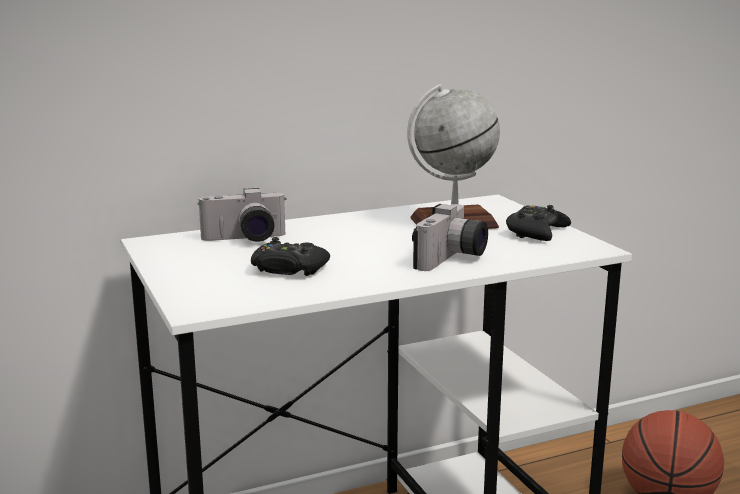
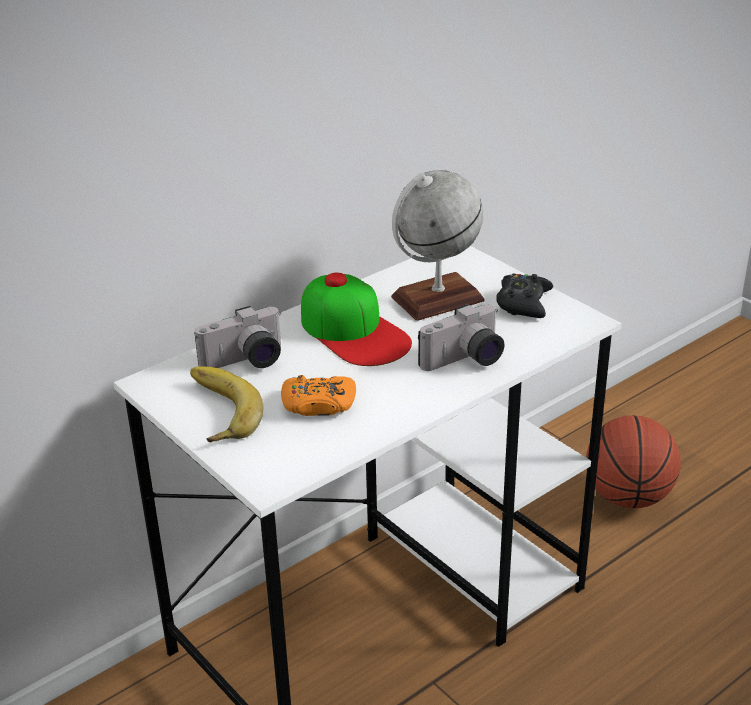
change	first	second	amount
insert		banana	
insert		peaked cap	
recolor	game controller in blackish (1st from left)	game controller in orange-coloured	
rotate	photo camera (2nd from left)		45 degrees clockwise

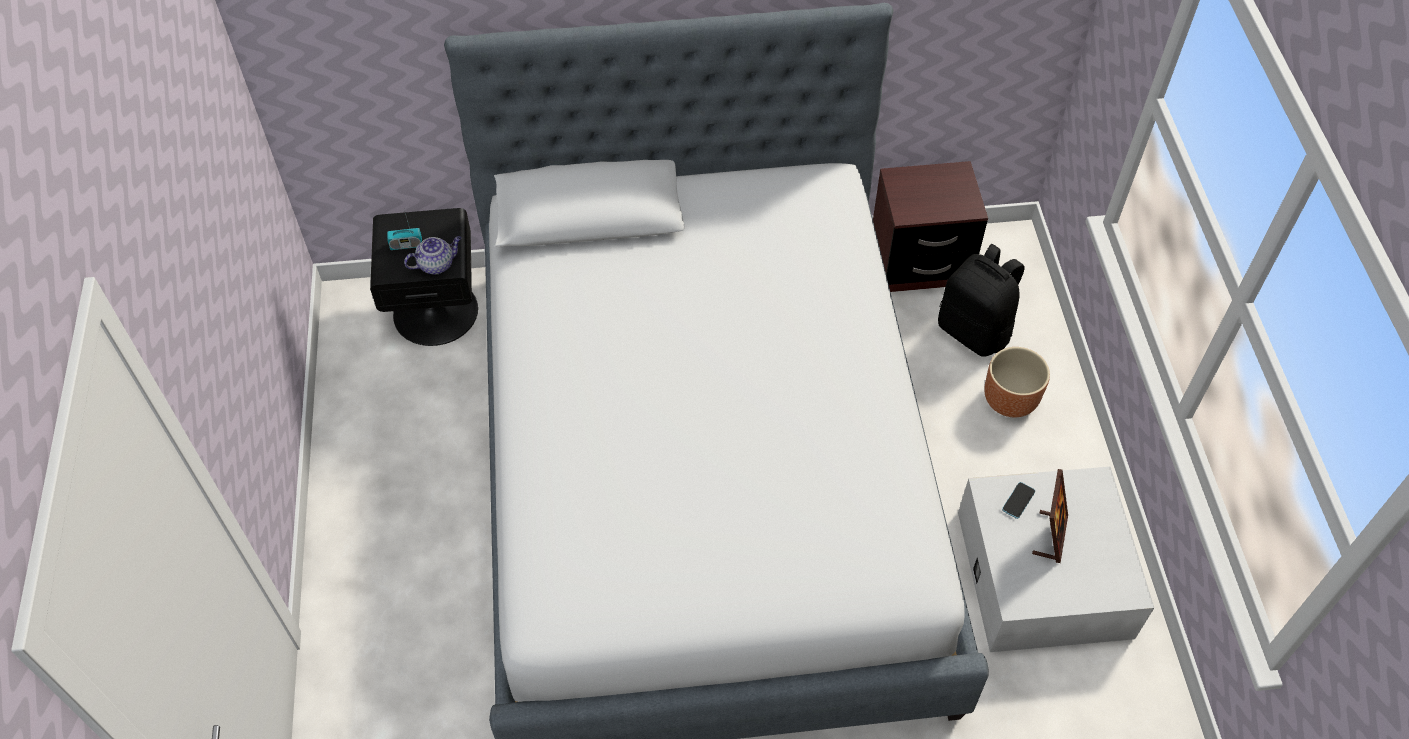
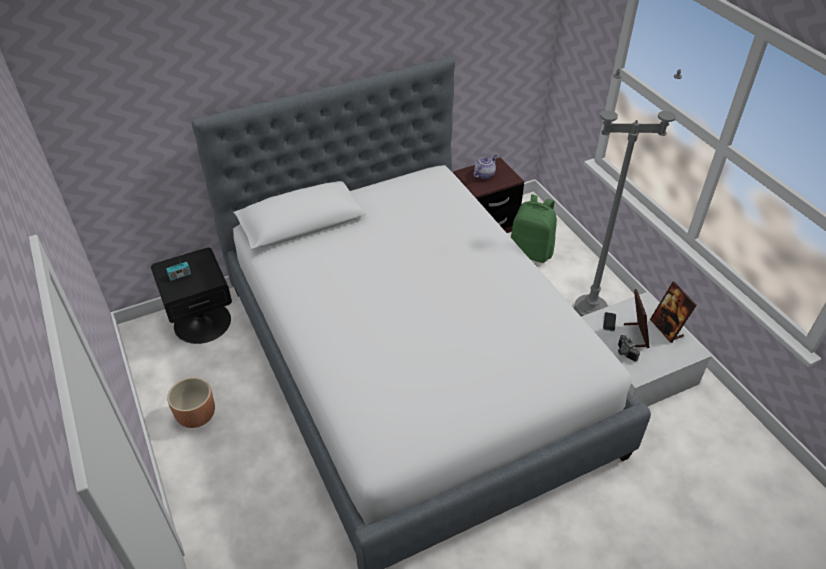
change	first	second	amount
insert		standing lamp in greyish	
insert		photo camera	
insert		standing frame (2nd from left)	
move	teapot		
move	plant pot in brownish		
recolor	backpack in blackish	backpack in green	

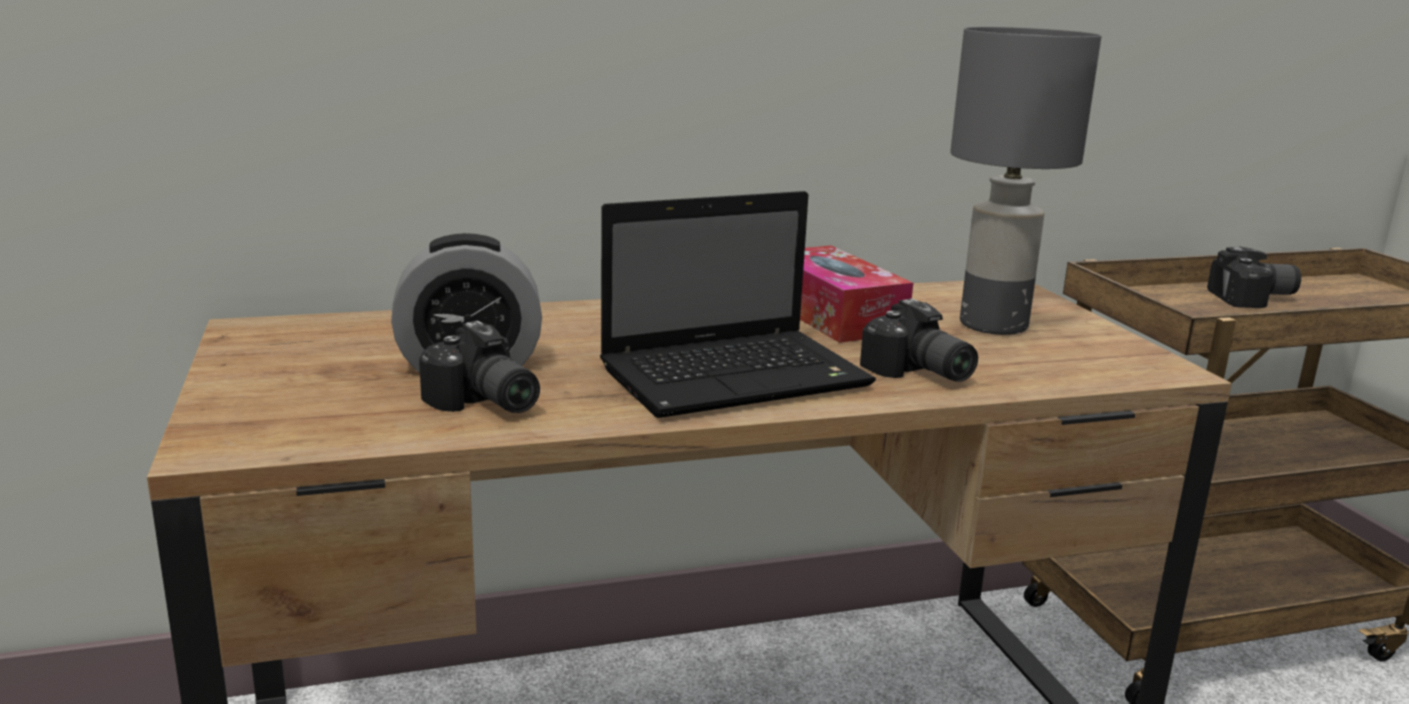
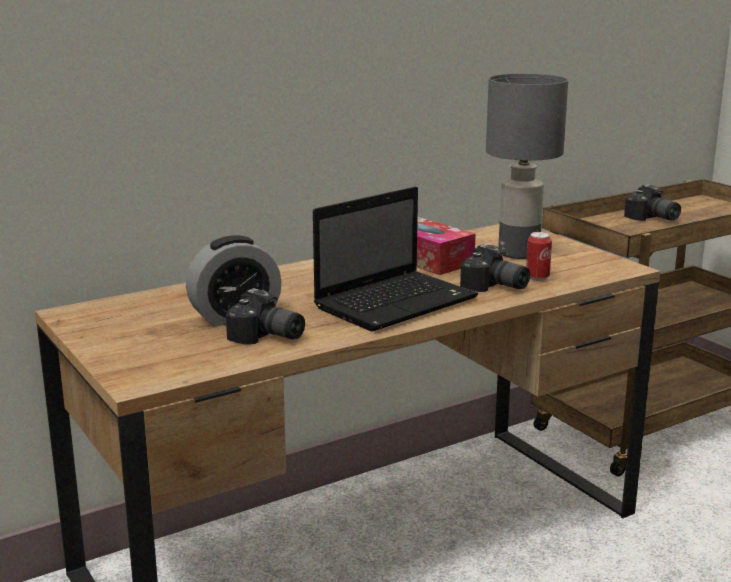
change	first	second	amount
insert		sealed can	
rotate	photo camera (3rd from left)		75 degrees clockwise

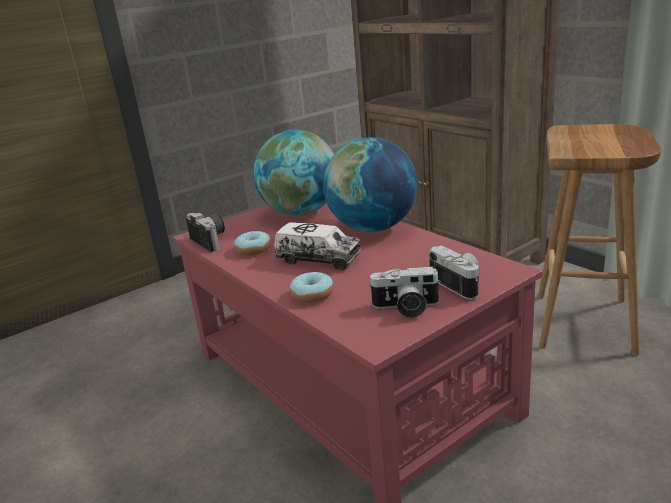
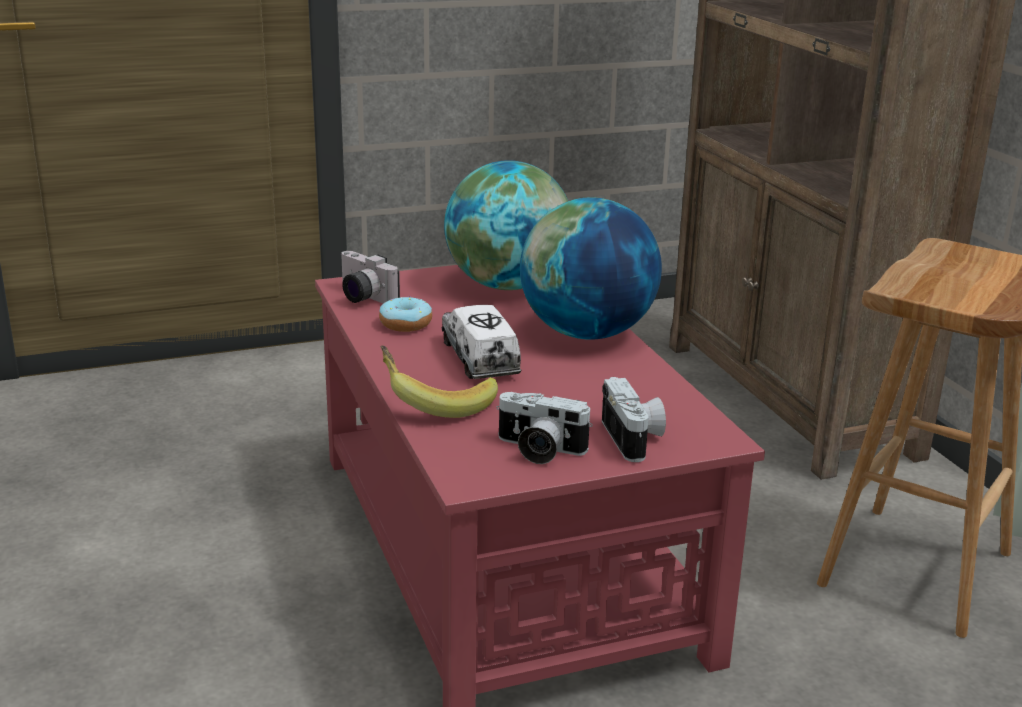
change	first	second	amount
replace	ring doughnut (2nd from left)	banana	
rotate	photo camera (1st from left)		150 degrees clockwise
rotate	toy lorry		150 degrees counterclockwise

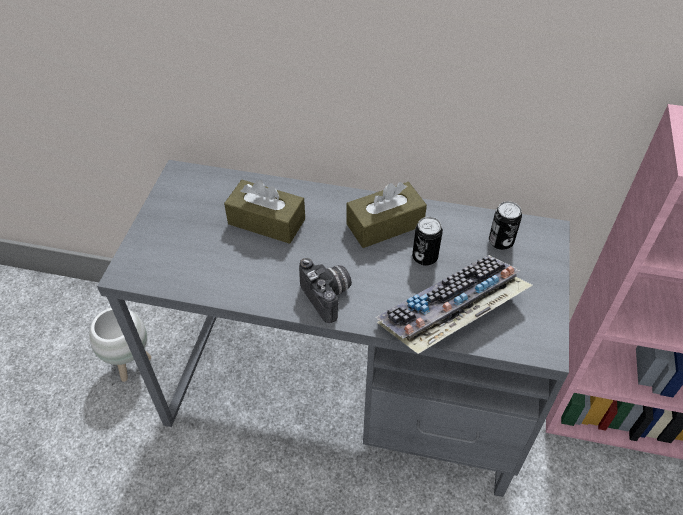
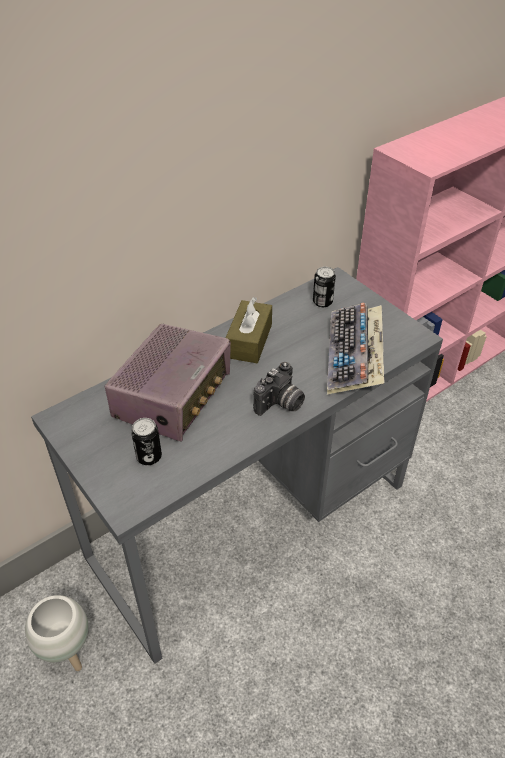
change	first	second	amount
move	sealed can (1st from left)		
replace	tissue box in brownish (1st from left)	radio set	
rotate	photo camera		120 degrees clockwise

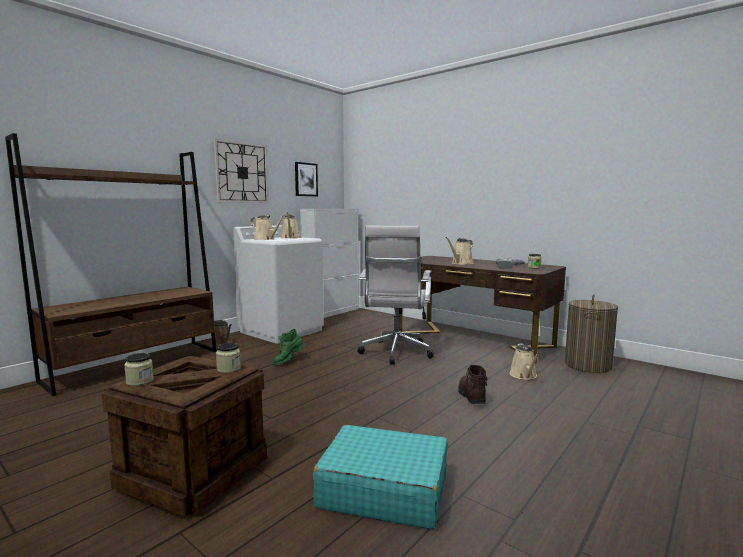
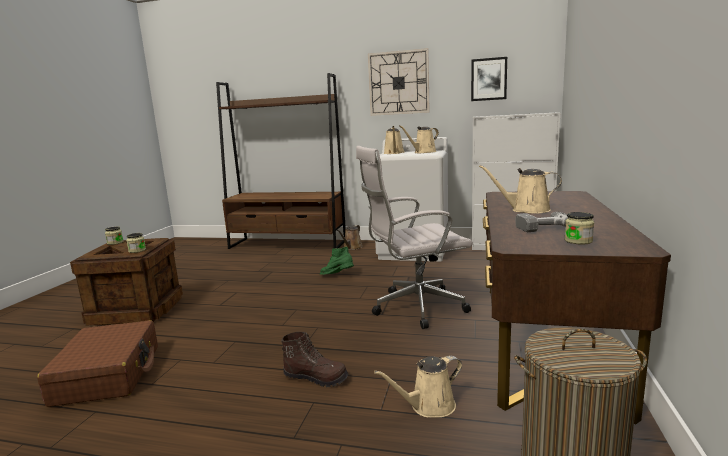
change	first	second	amount
recolor	travel case in turquoise-coloured	travel case in brownish	
rotate	tall boot in brownish		45 degrees clockwise

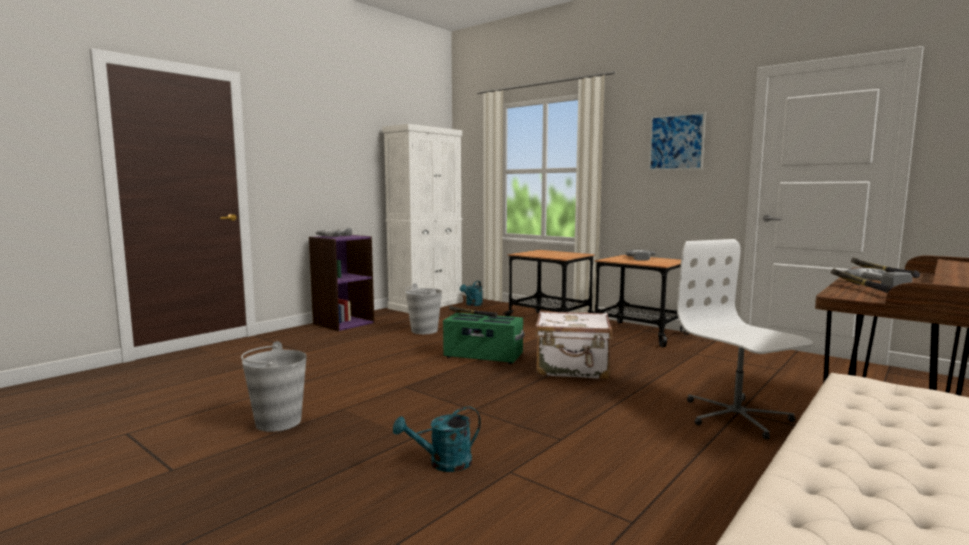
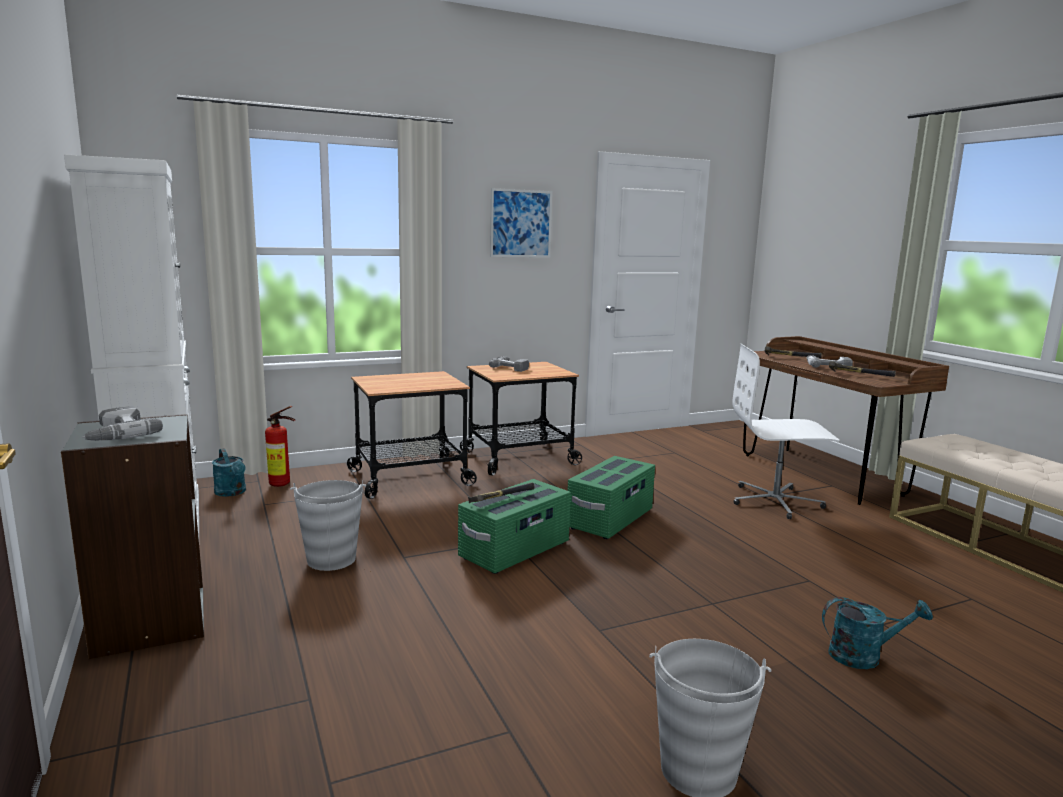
change	first	second	amount
insert		fire-fighting cylinder	
replace	travel case in white	storage box in green (2nd from left)	
recolor	bookcase in purplish	bookcase in greyish	
rotate	watering pot in turquoise-coloured (1st from left in the first image)	watering pot in turquoise-coloured (2nd from left)	90 degrees counterclockwise

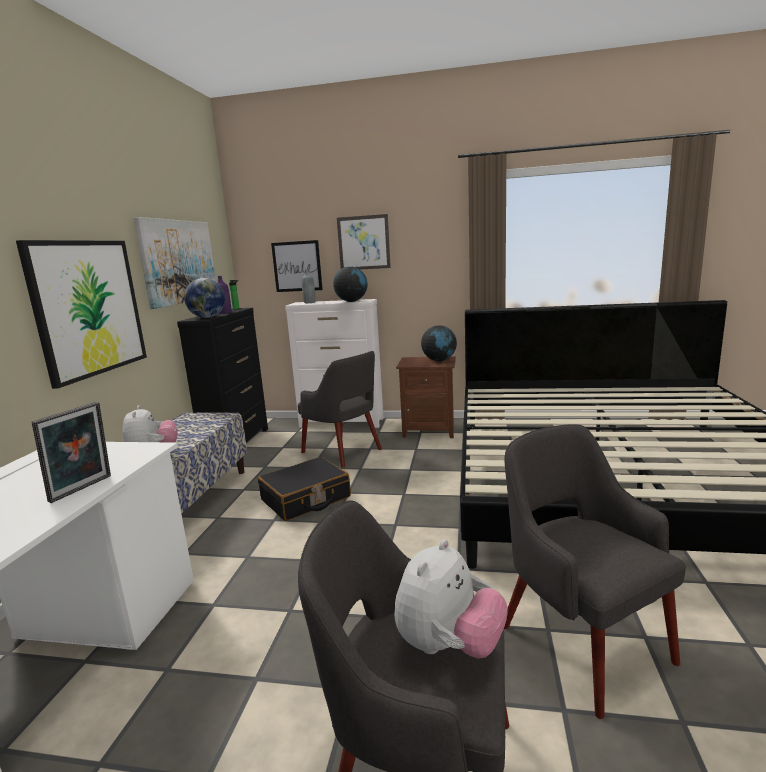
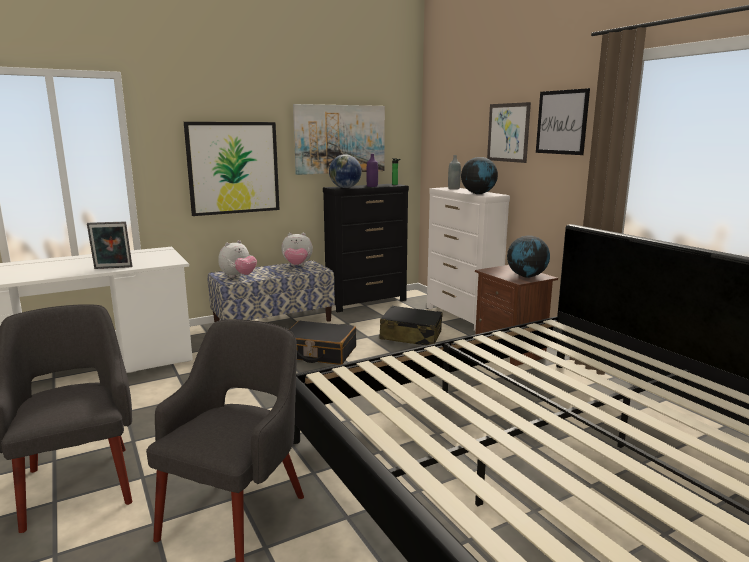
change	first	second	amount
move	picture (3rd from left in the first image)	picture (4th from left)	
move	plush toy (2nd from left)		
replace	lounge chair in greyish (1st from left)	travel case in blackish (2nd from left)	

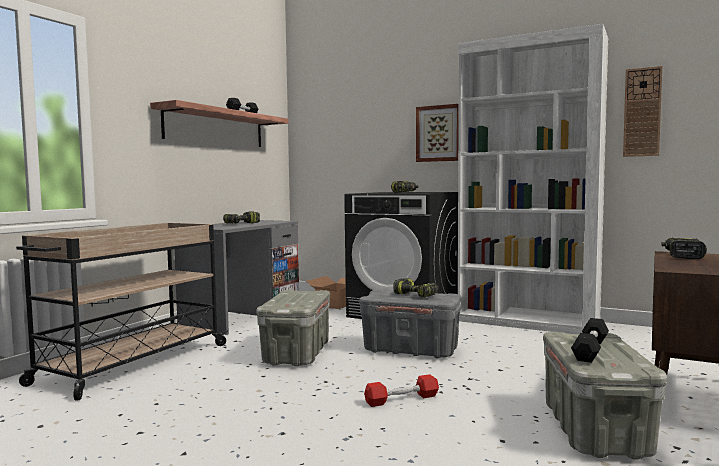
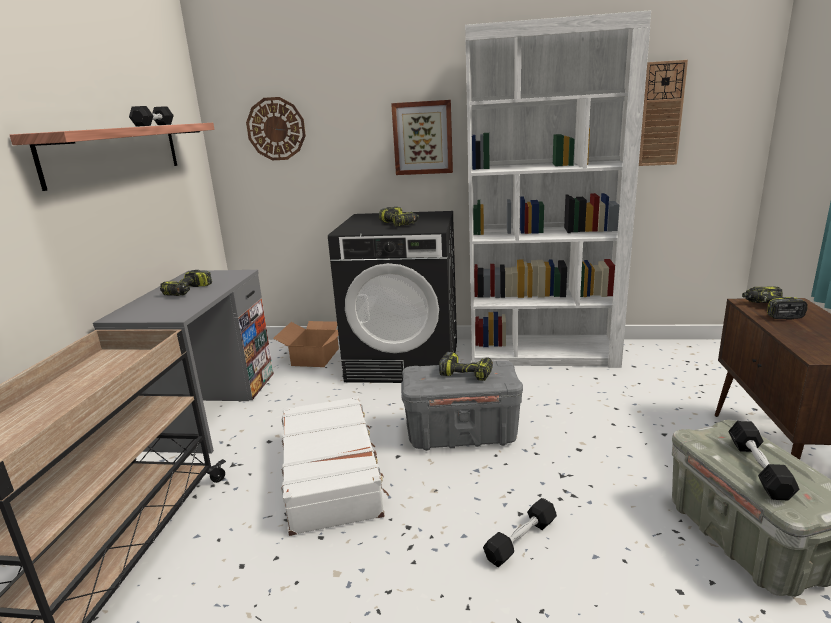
change	first	second	amount
insert		wall clock (1st from left)	
replace	storage box in greyish (1st from left)	travel case in white	
recolor	free weight in reddish	free weight in blackish (2nd from left)	

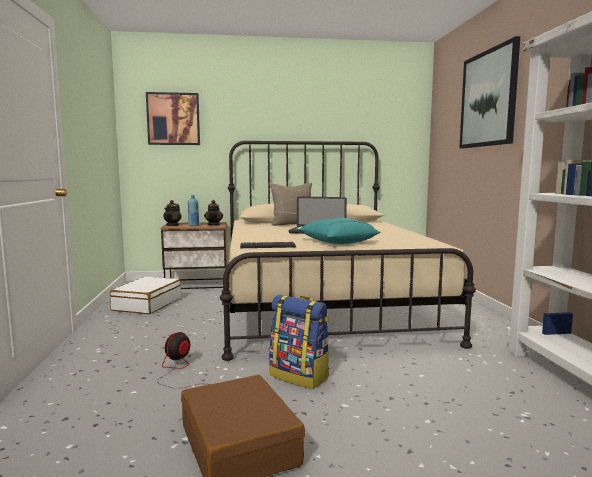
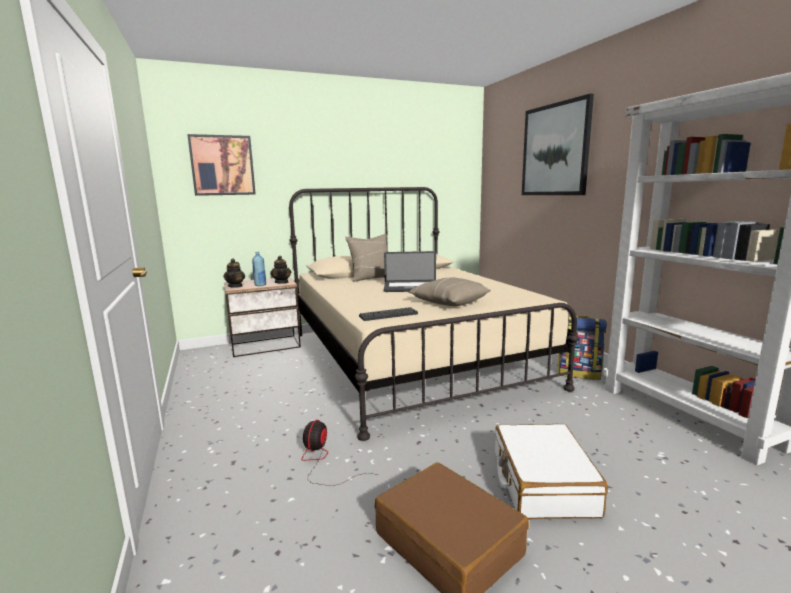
change	first	second	amount
move	travel case in white		
move	backpack		
recolor	cushion in turquoise-coloured	cushion in sand-coloured (2nd from left)	

